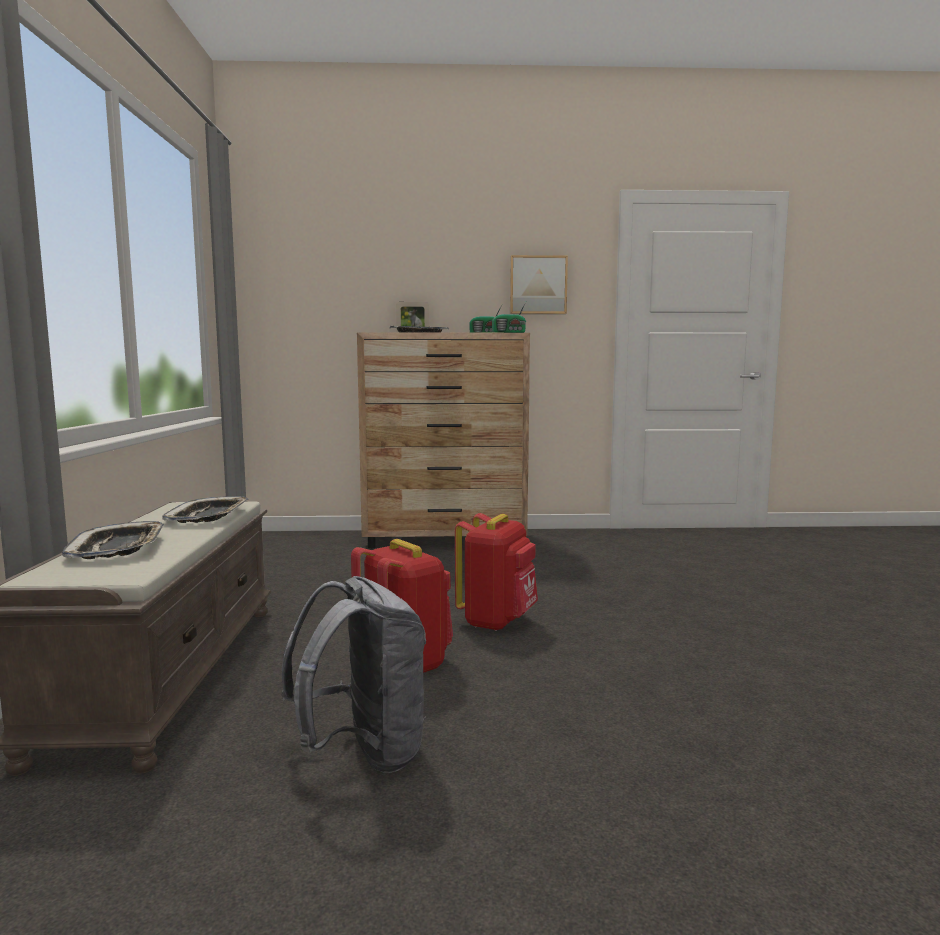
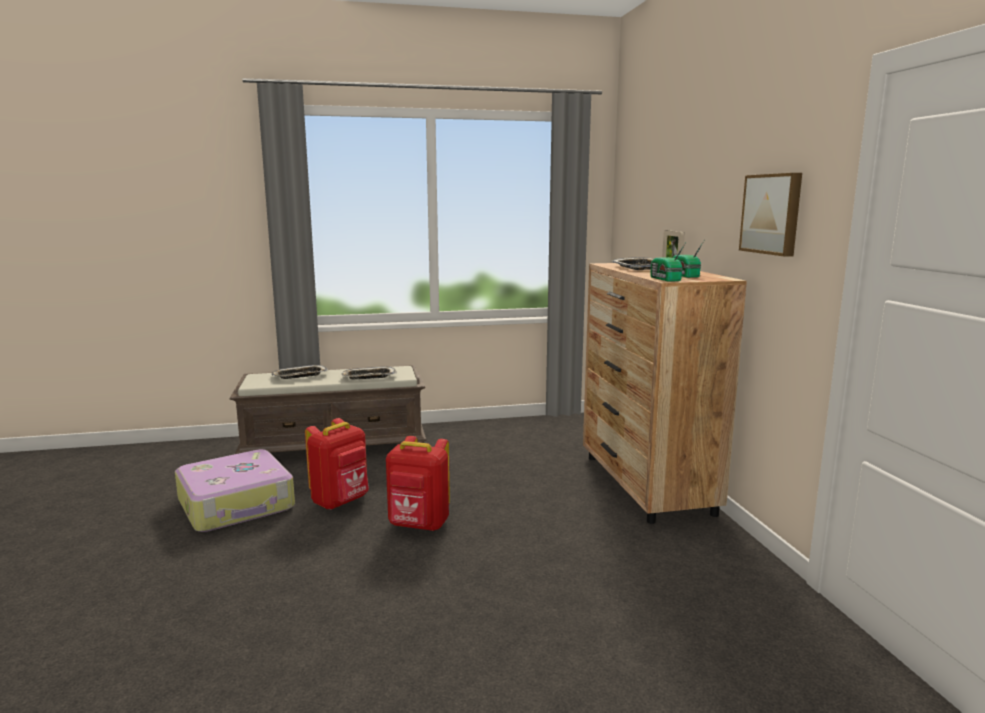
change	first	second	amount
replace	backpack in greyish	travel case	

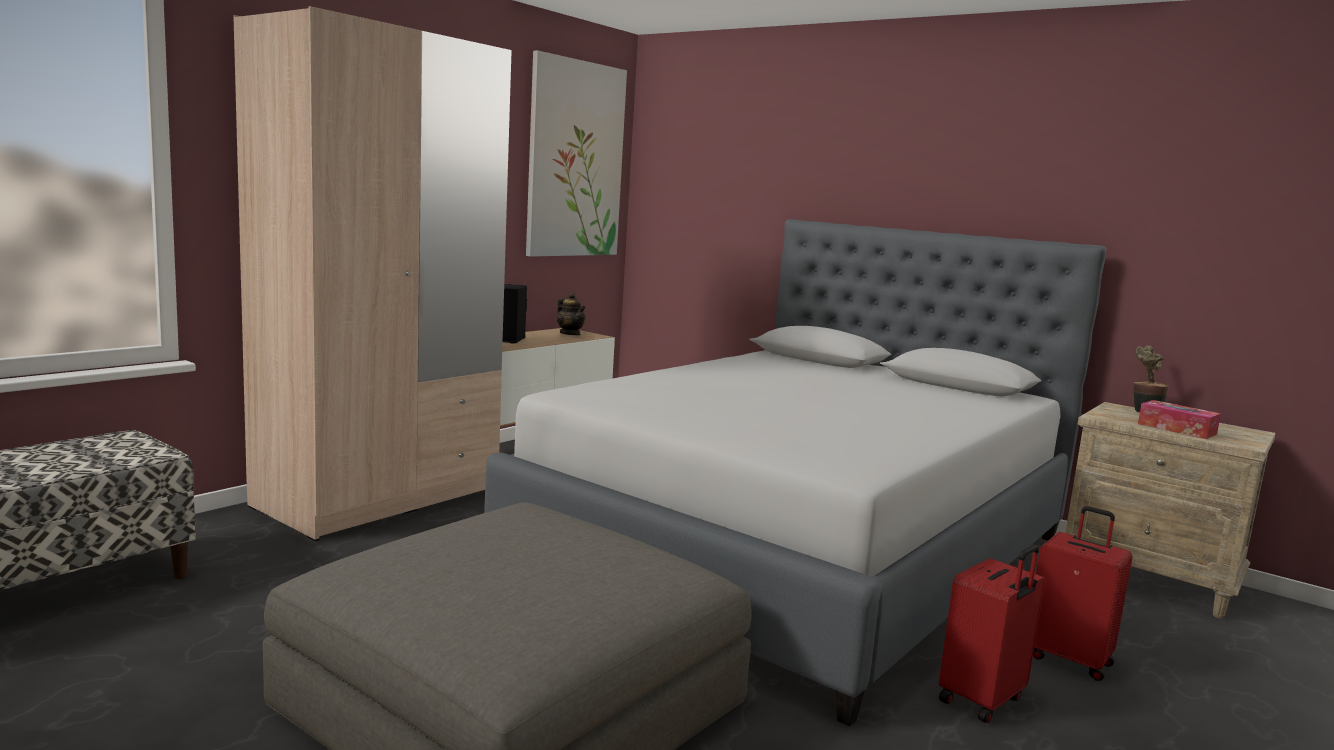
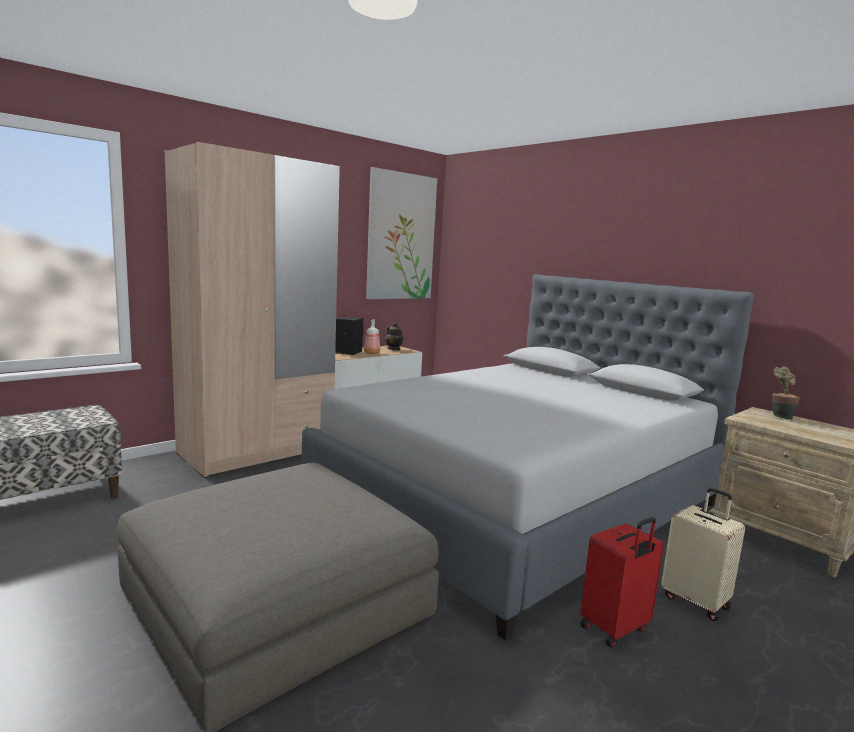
change	first	second	amount
delete	tissue box		
insert		bottle	
recolor	travel case in reddish (2nd from left)	travel case in sand-coloured	

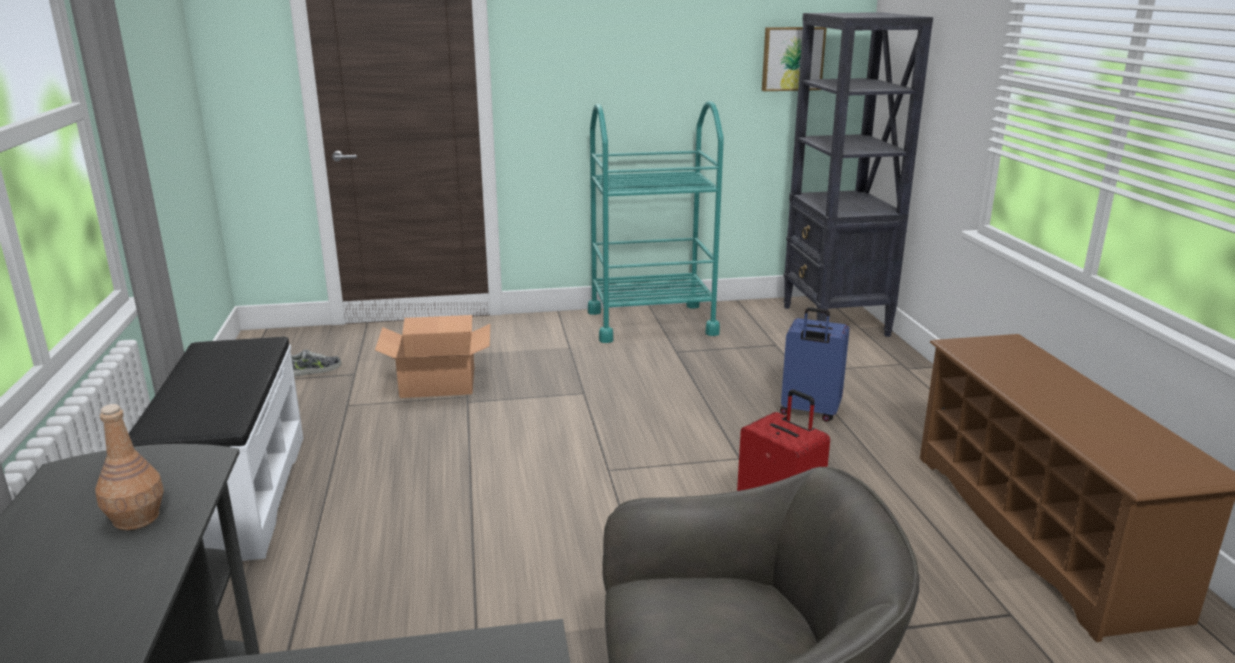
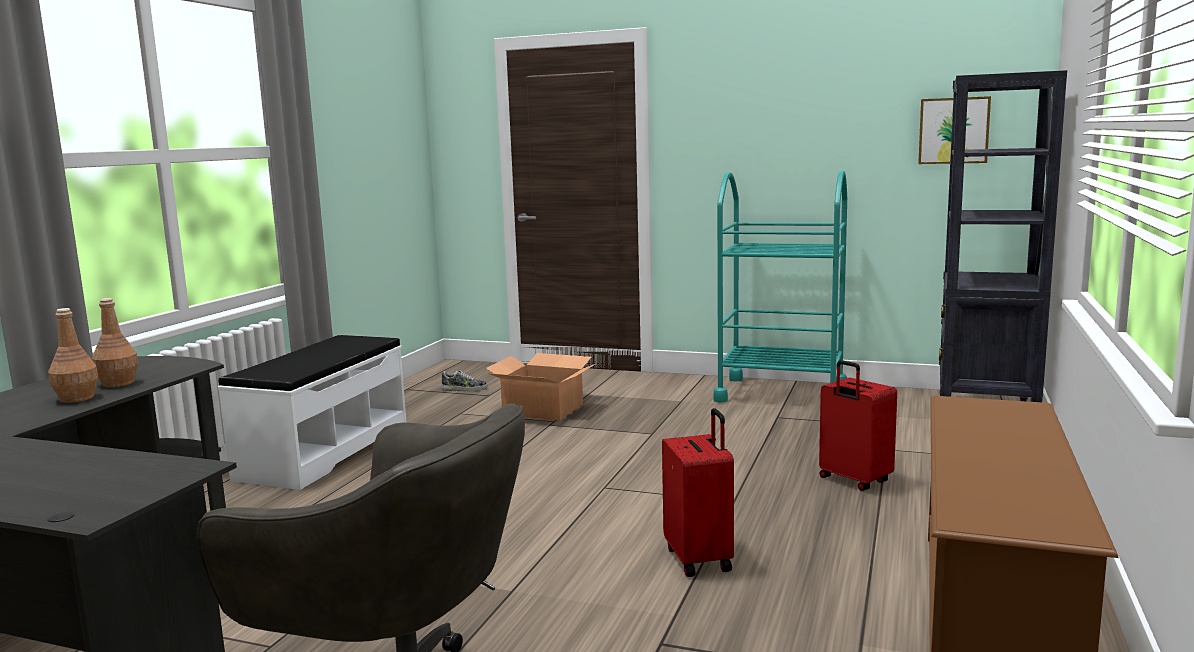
change	first	second	amount
insert		bottle in brownish (1st from left)	
recolor	travel case in blue-coloured	travel case in reddish (2nd from left)	

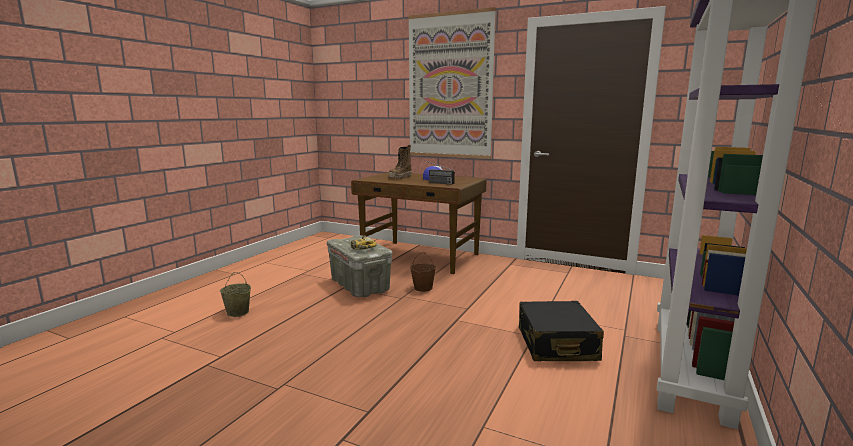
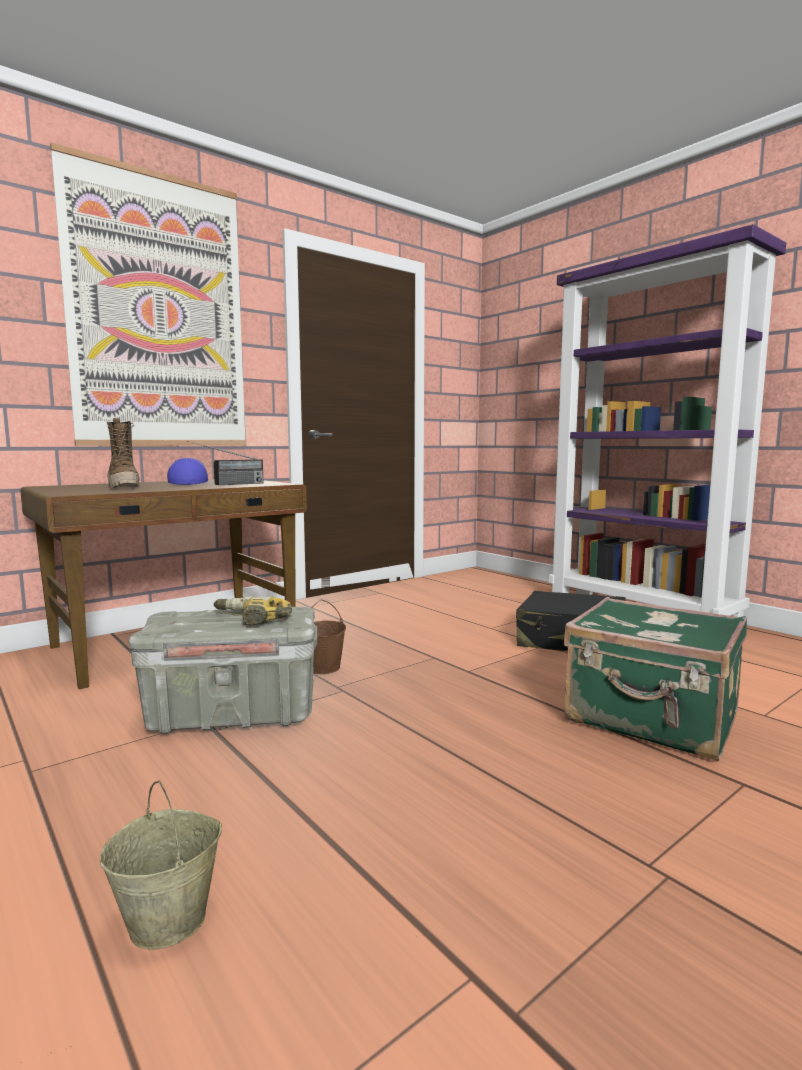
change	first	second	amount
insert		travel case in green	

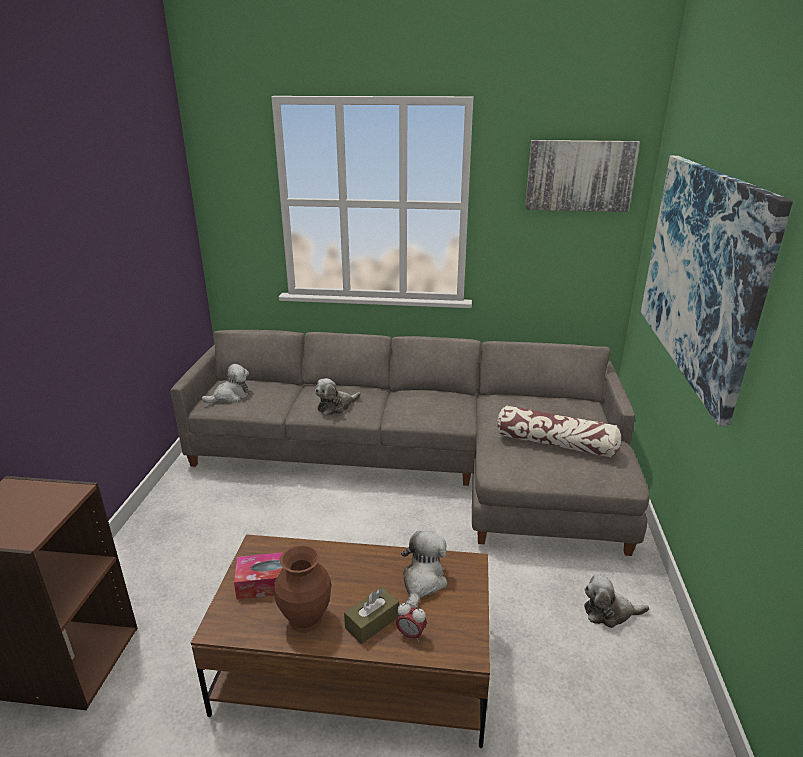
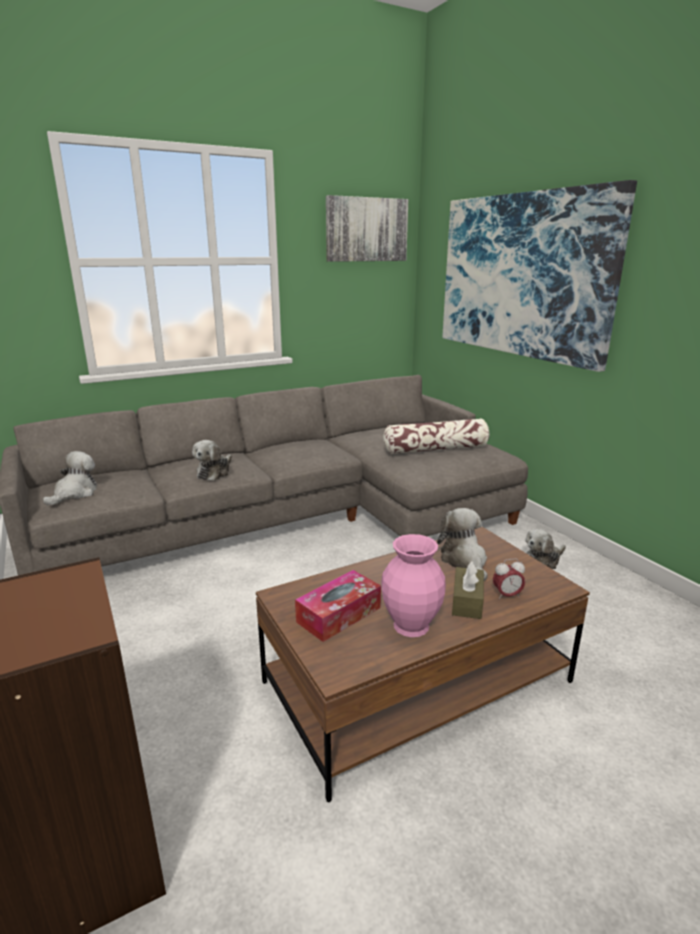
change	first	second	amount
recolor	vase in brownish	vase in pink-coloured	

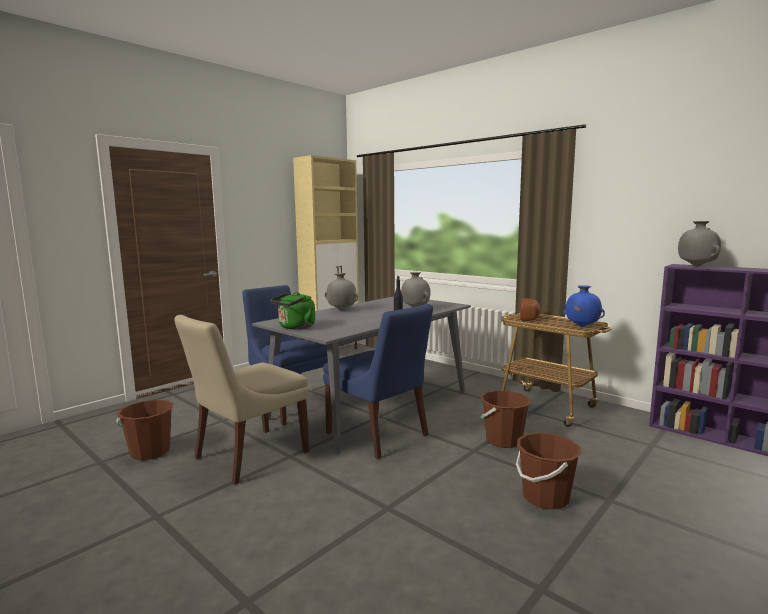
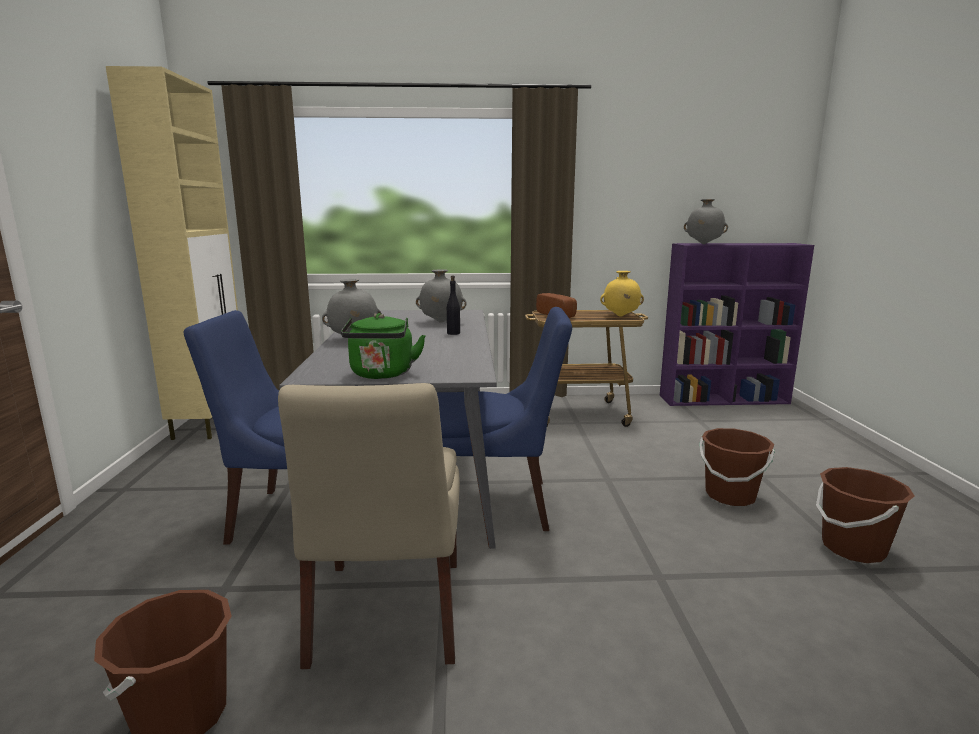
change	first	second	amount
move	pail in brownish (2nd from left in the first image)	pail in brownish (3rd from left)	
recolor	vase in blue-coloured	vase in yellow-coloured	

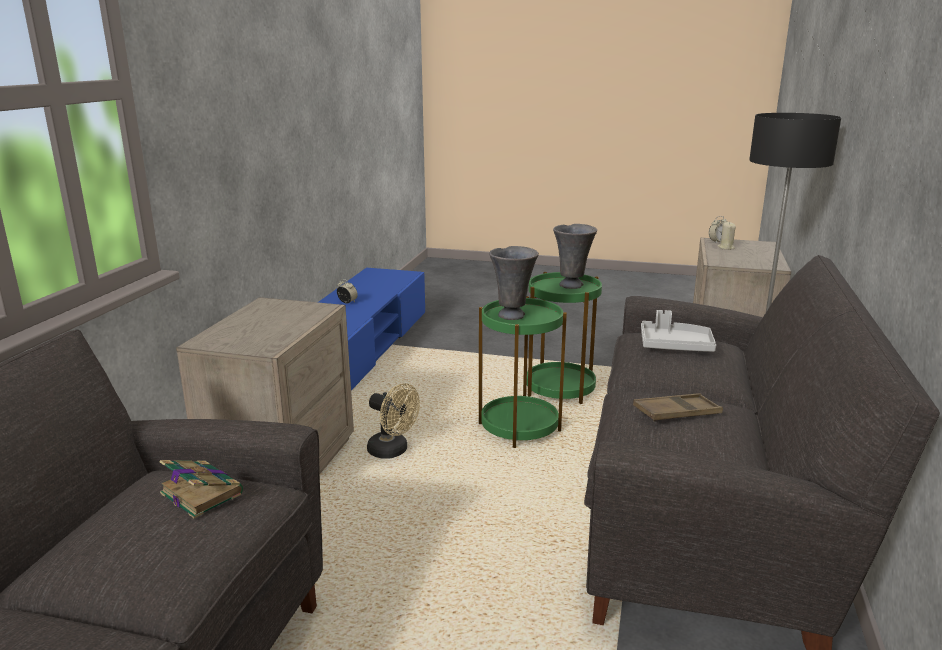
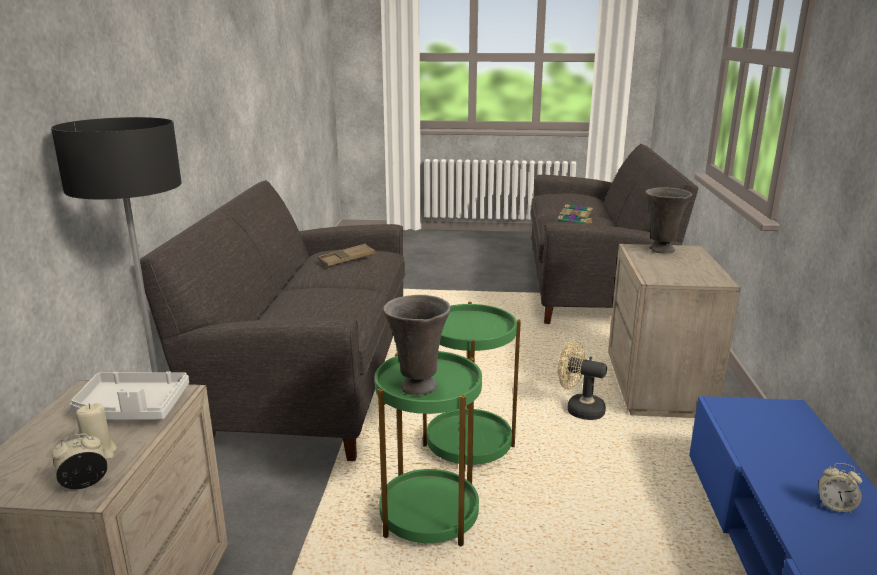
change	first	second	amount
move	vase in greyish (1st from left in the first image)	vase in greyish (2nd from left)	
move	serving tray in greyish		

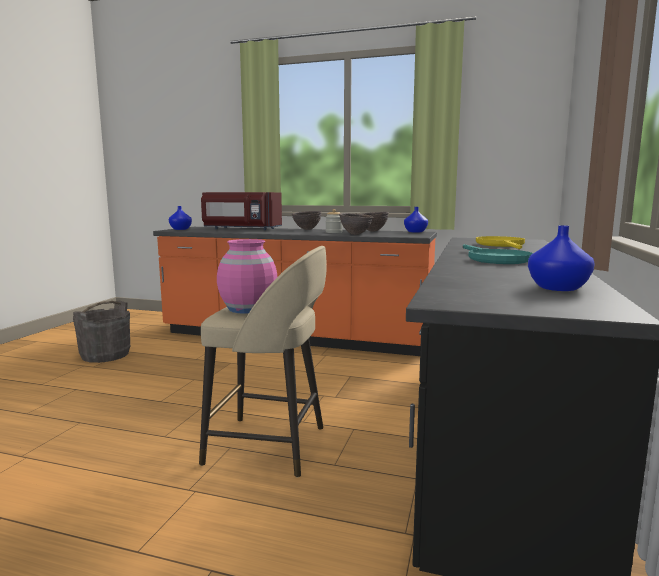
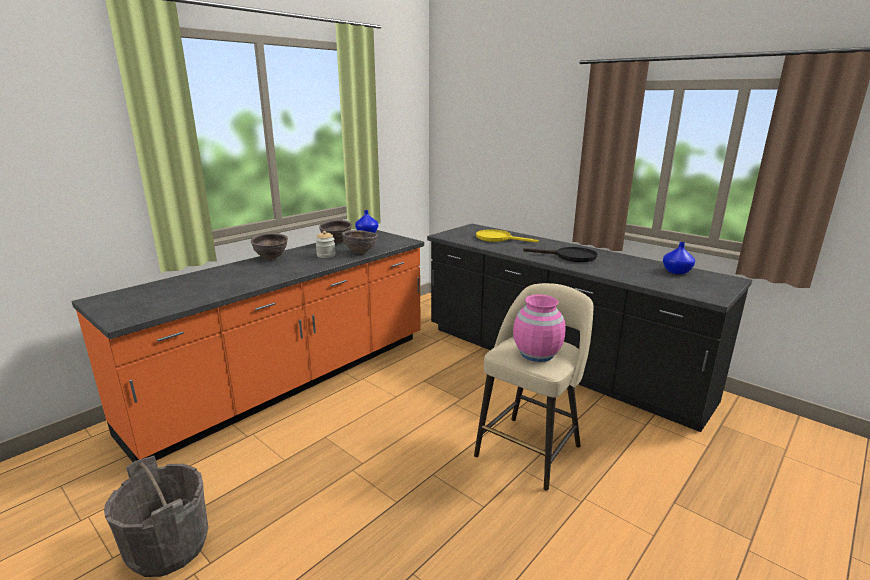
change	first	second	amount
delete	vase in blue-coloured (1st from left)		
delete	microwave in reddish		
recolor	pan in turquoise-coloured	pan in blackish	

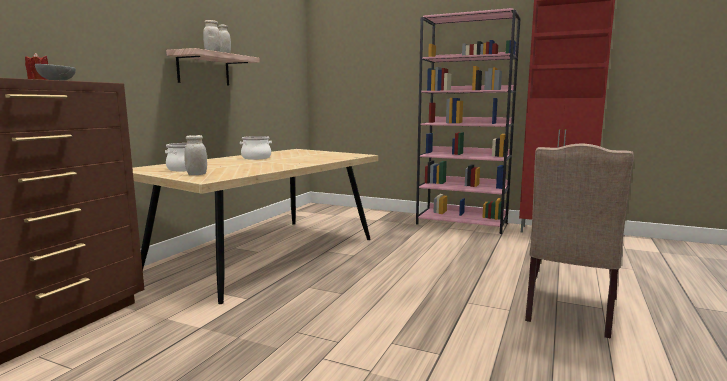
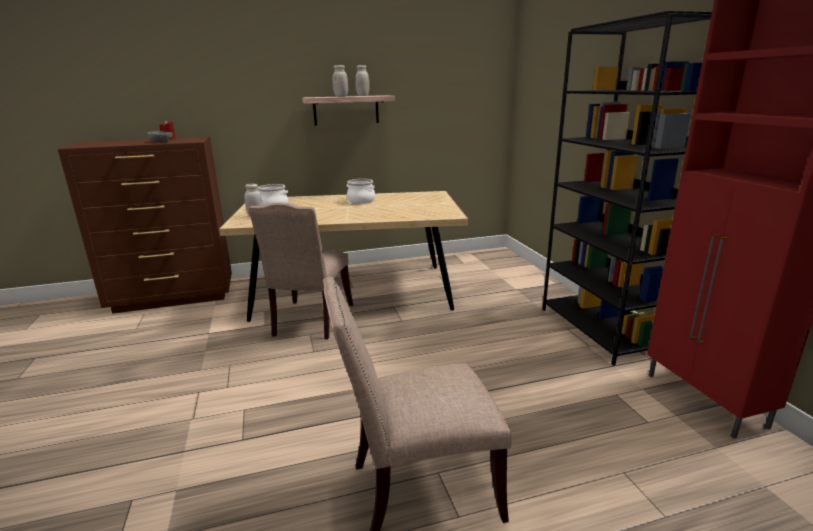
change	first	second	amount
insert		upright chair in sand-coloured (1st from left)	
recolor	bookcase in pink-coloured	bookcase in blackish	

